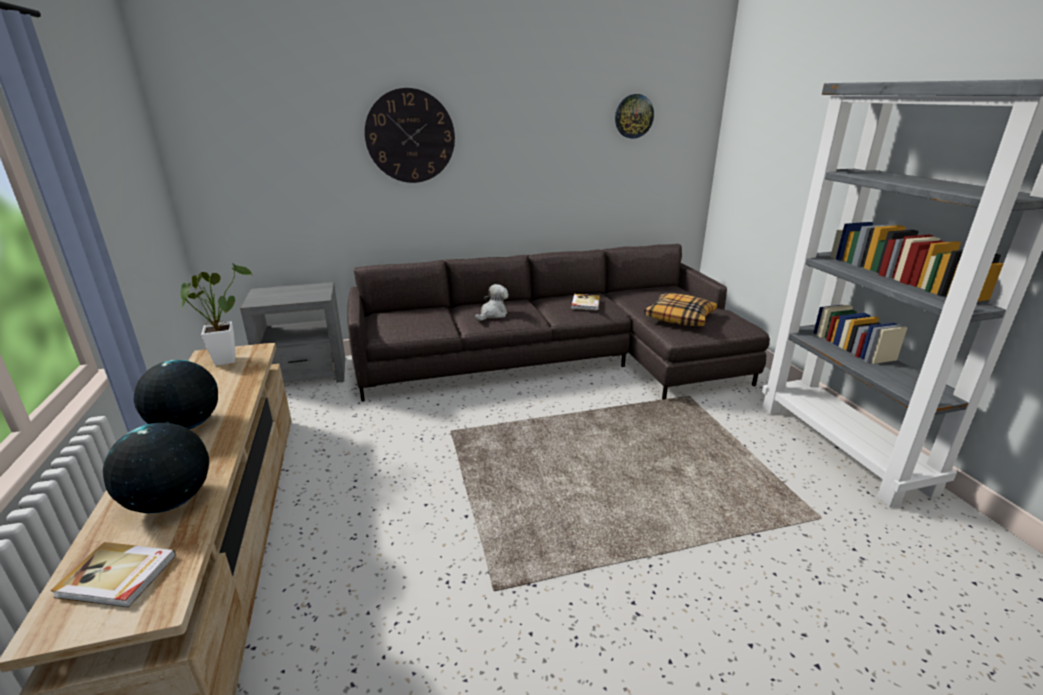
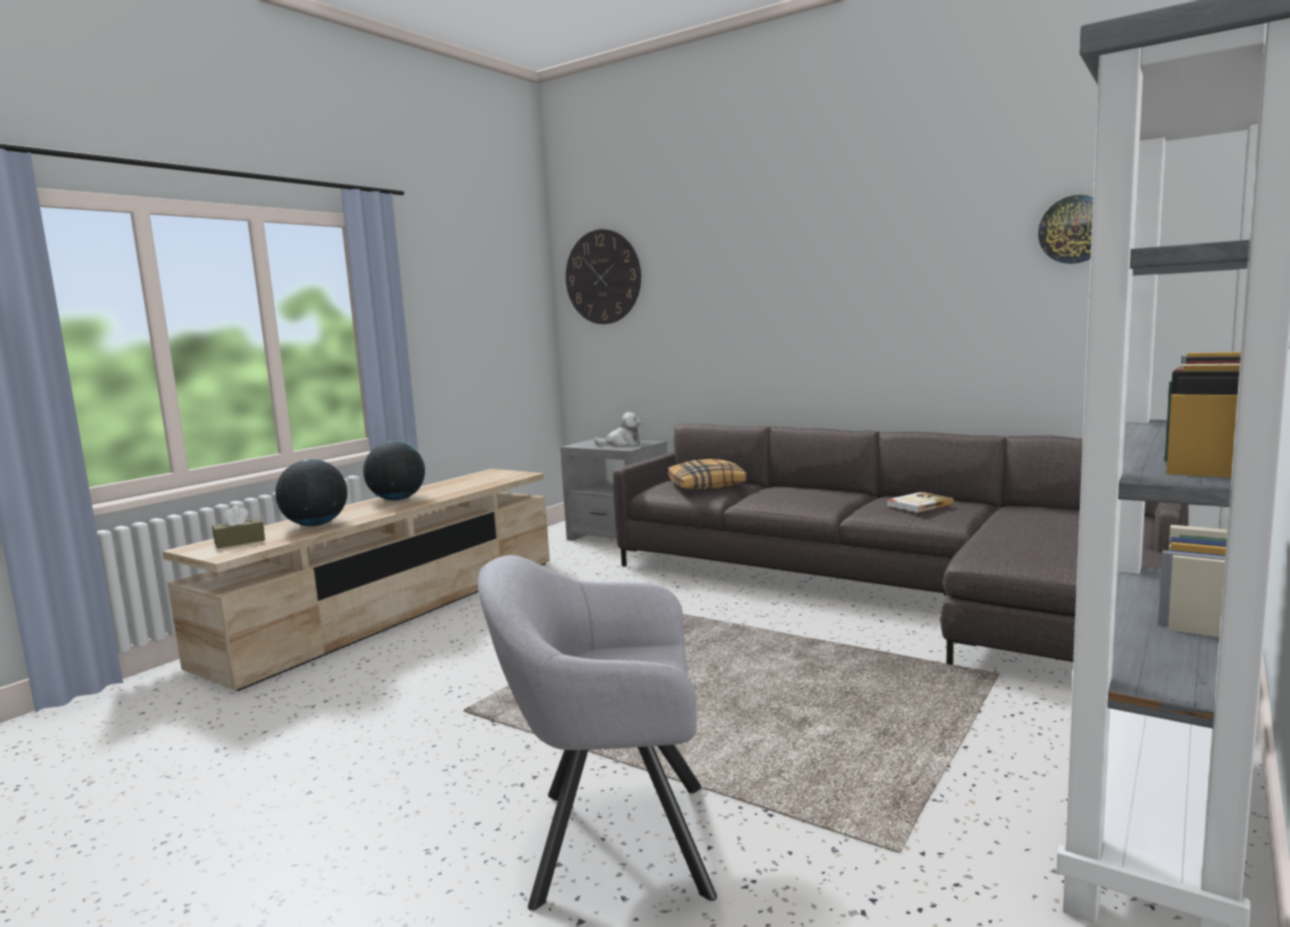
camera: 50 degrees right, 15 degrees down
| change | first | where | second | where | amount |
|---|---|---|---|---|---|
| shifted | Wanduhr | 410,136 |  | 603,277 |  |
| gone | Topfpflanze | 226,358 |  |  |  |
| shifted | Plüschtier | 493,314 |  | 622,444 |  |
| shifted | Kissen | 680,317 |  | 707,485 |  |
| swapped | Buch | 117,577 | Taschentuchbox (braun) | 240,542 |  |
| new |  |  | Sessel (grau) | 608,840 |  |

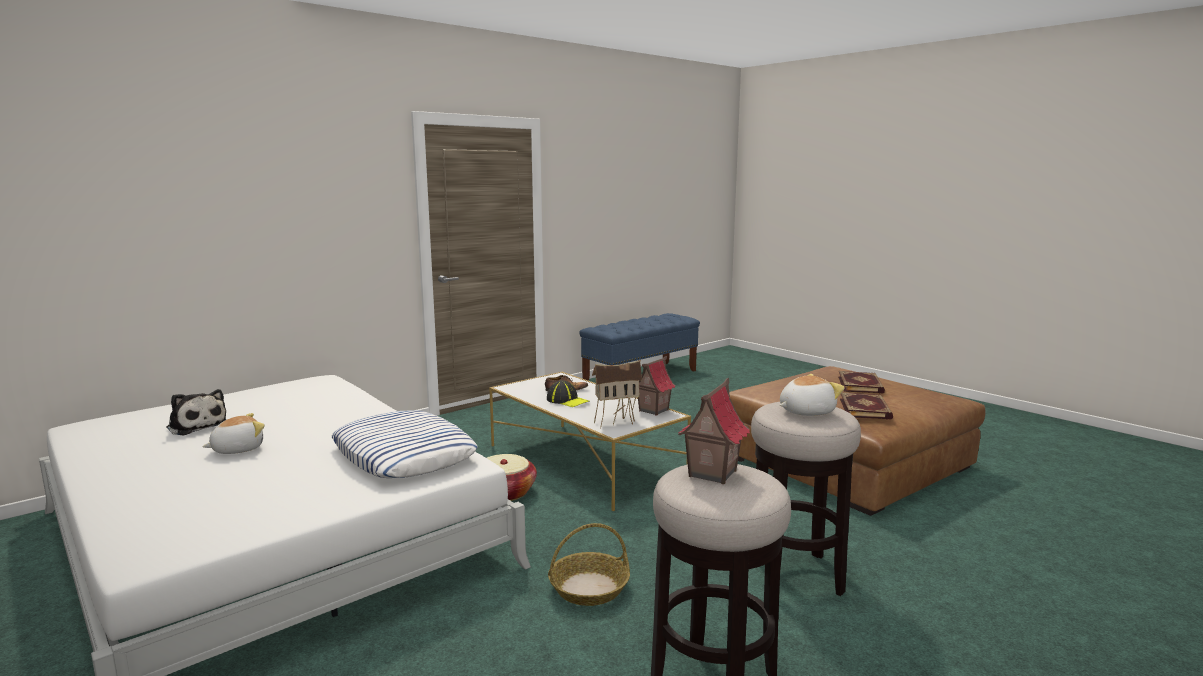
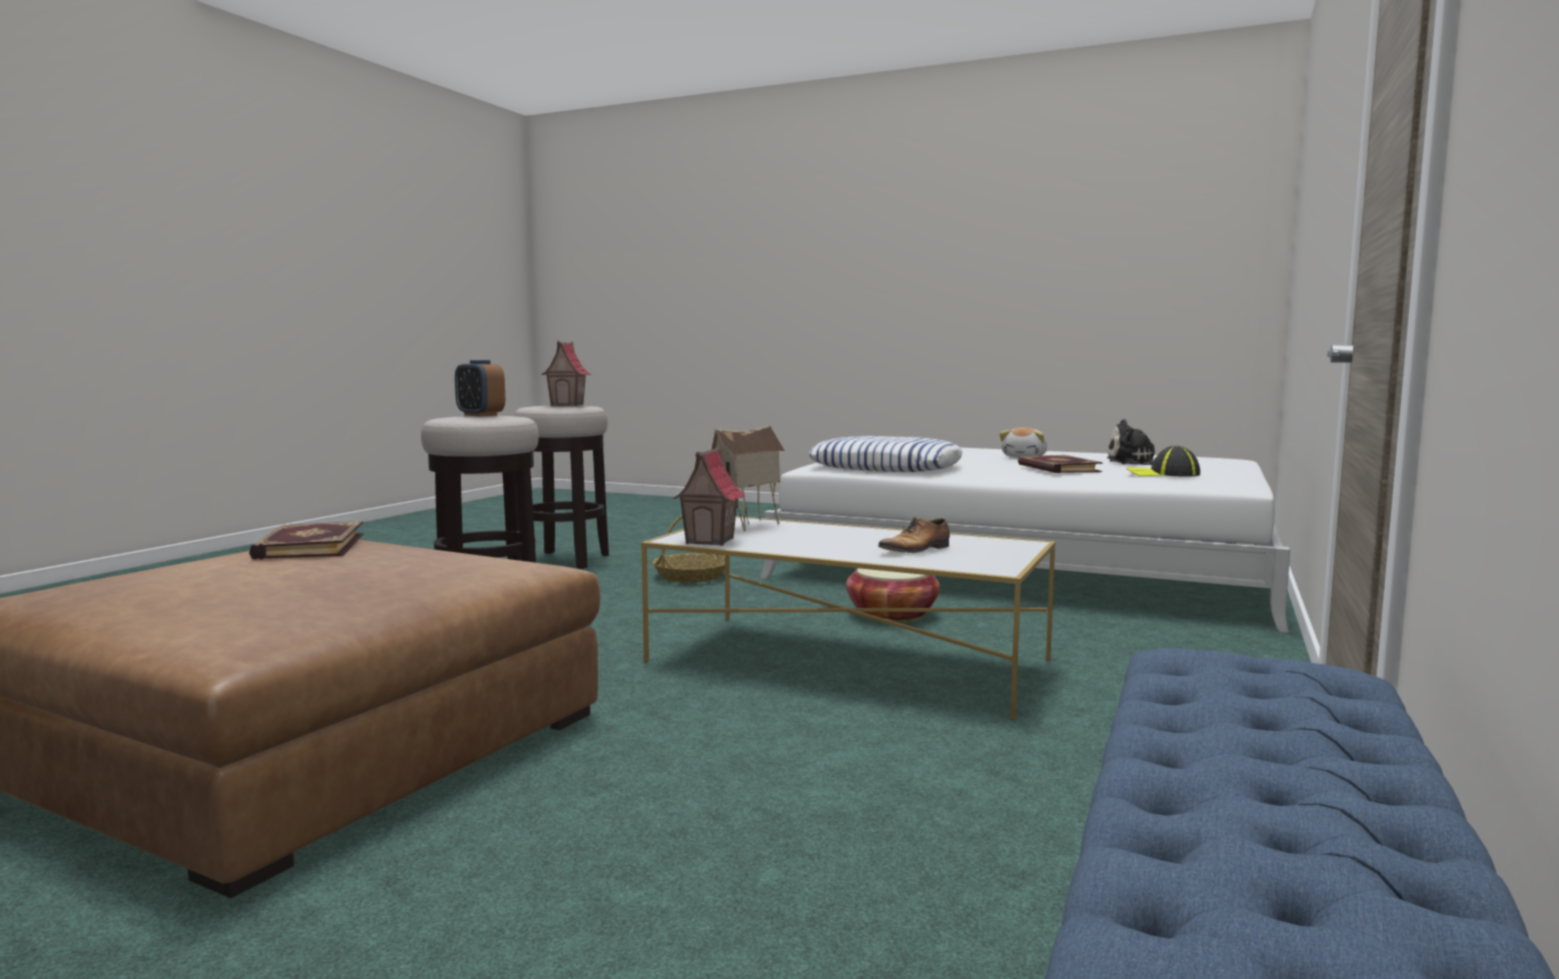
camera: 155 degrees right, 5 degrees down
| change | first | where | second | where | amount |
|---|---|---|---|---|---|
| shifted | Buch | 861,385 |  | 1057,468 |  |
| swapped | Plüschtier | 805,411 | Wecker | 480,415 |  |
| shifted | Kappe | 568,401 |  | 1163,474 |  |

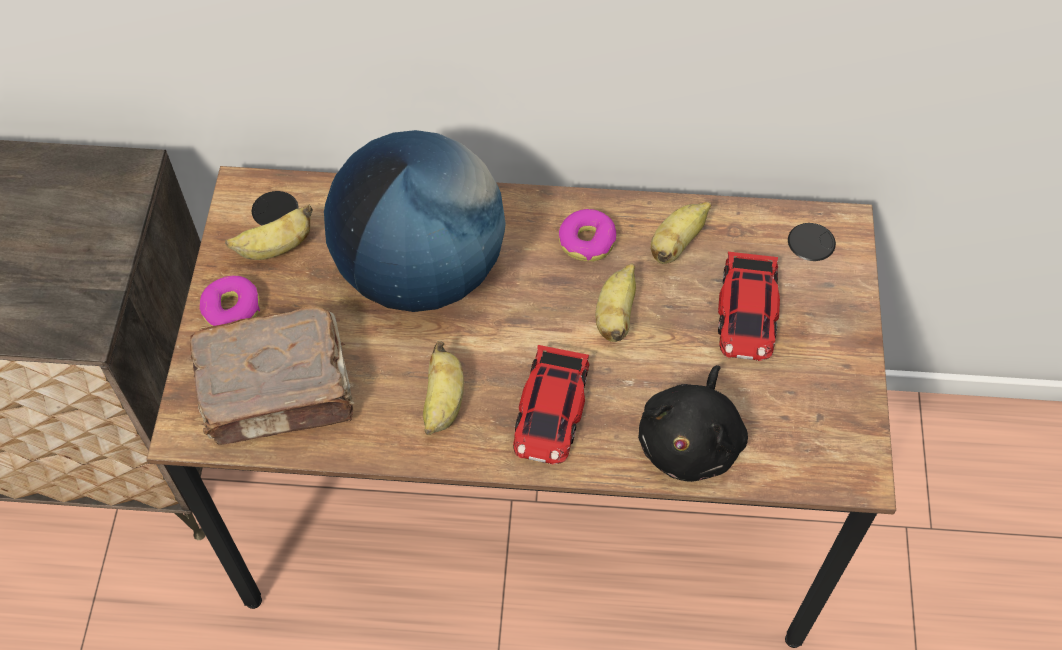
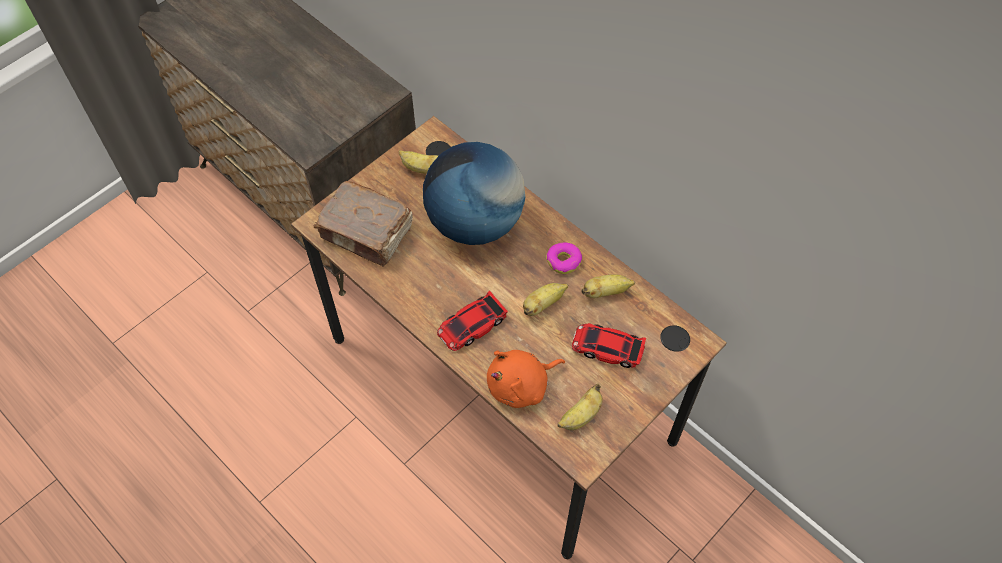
camera: 40 degrees right, 0 degrees up
| change | first | where | second | where | amount |
|---|---|---|---|---|---|
| rotated | Spielzeugauto | 747,312 |  | 607,348 | 60 degrees clockwise |
| gone | Donut | 231,309 |  |  |  |
| shifted | Banane | 443,403 |  | 580,416 |  |
| repainted | Plüschtier (schwarz) | 691,440 | Plüschtier (orange) | 521,385 |  |

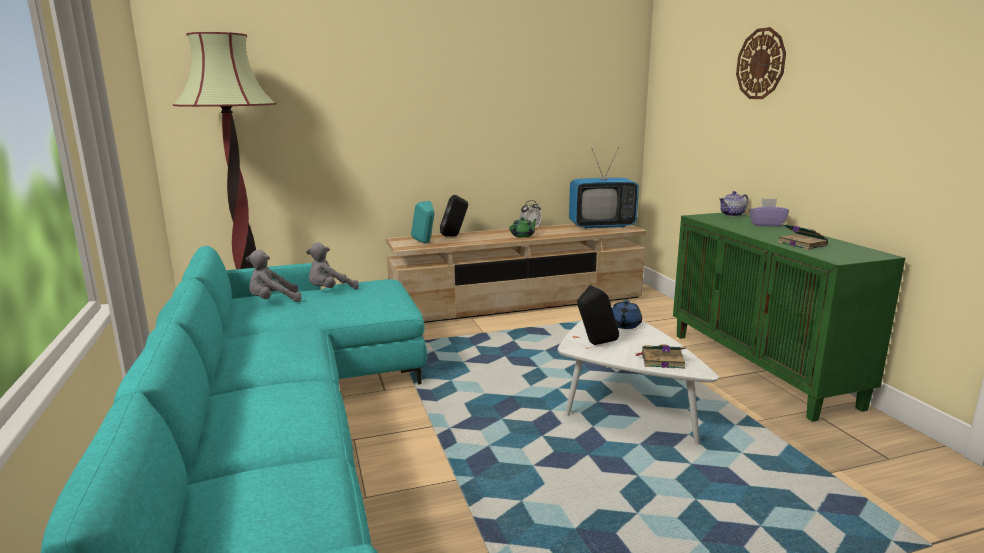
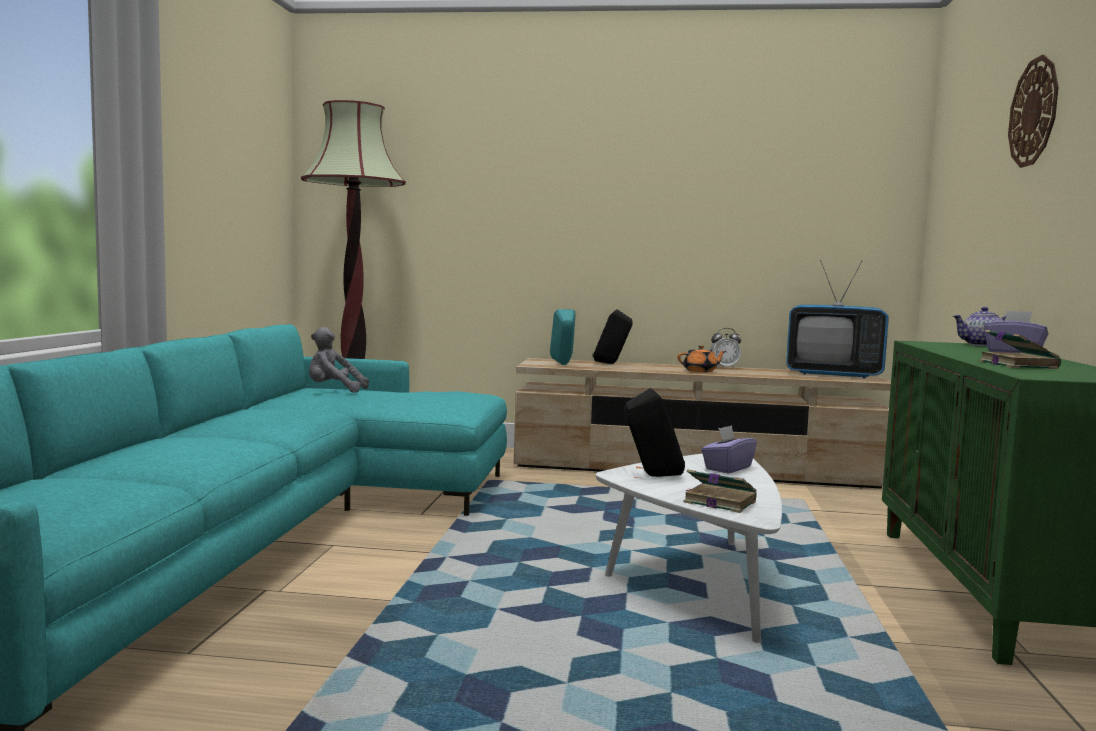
camera: 25 degrees right, 10 degrees down
| change | first | where | second | where | amount |
|---|---|---|---|---|---|
| repainted | Teekanne (grün) | 523,235 | Teekanne (orange) | 700,371 |  |
| gone | Plüschtier (grau) | 330,291 |  |  |  |
| swapped | Teekanne (blau) | 624,325 | Taschentuchbox (lila) | 727,468 |  |

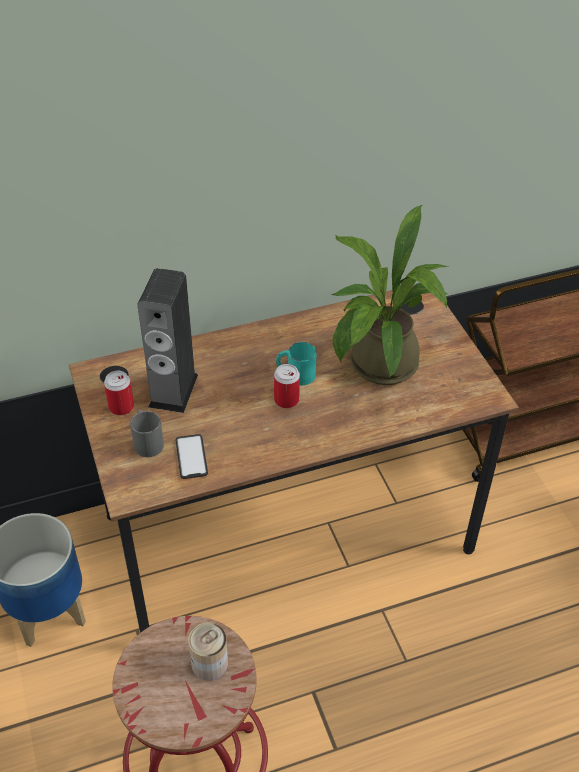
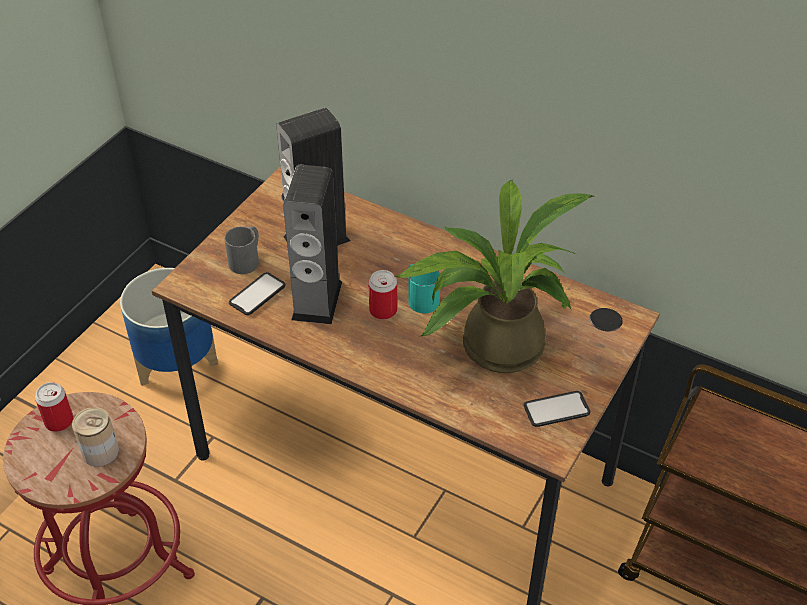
camera: 50 degrees right, 0 degrees up
| change | first | where | second | where | amount |
|---|---|---|---|---|---|
| shifted | Dose | 121,407 |  | 59,421 |  |
| new |  |  | Lautsprecher | 317,300 |  |
| new |  |  | Handy | 556,409 |  |

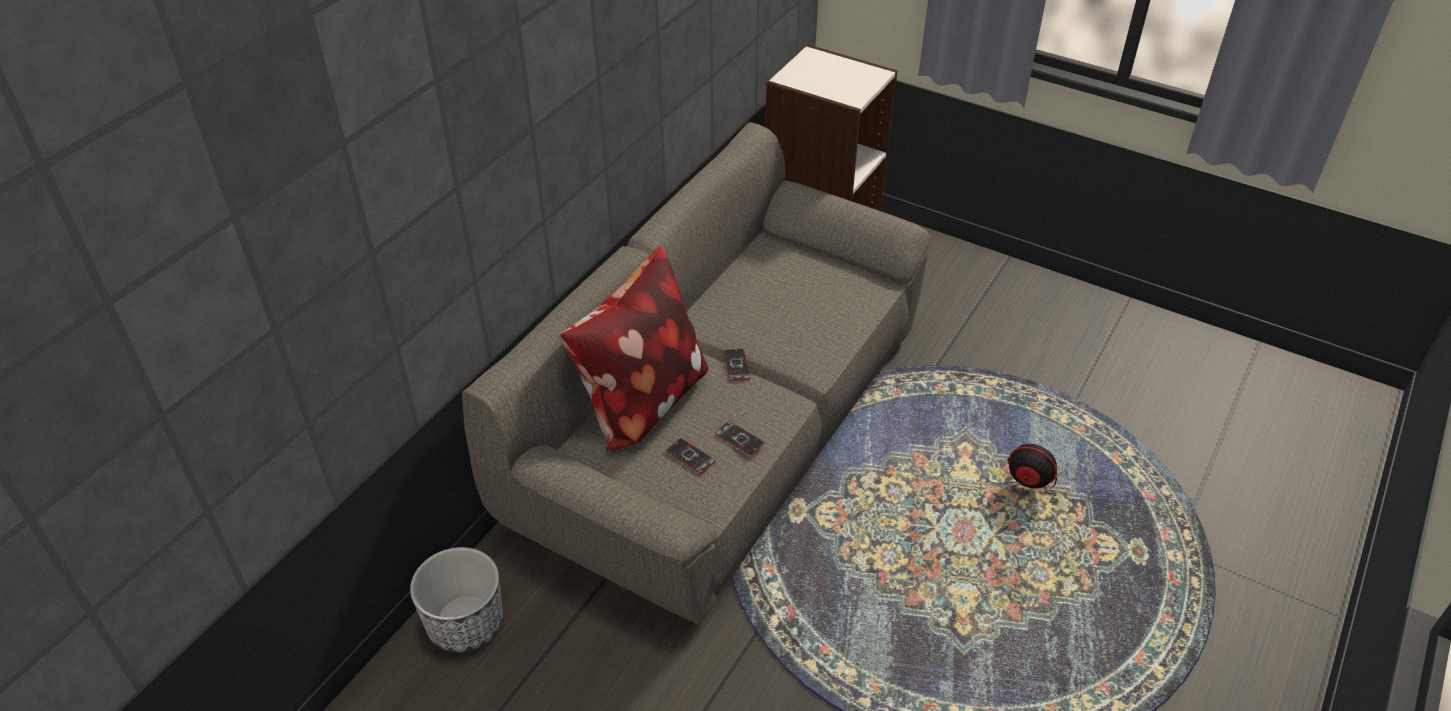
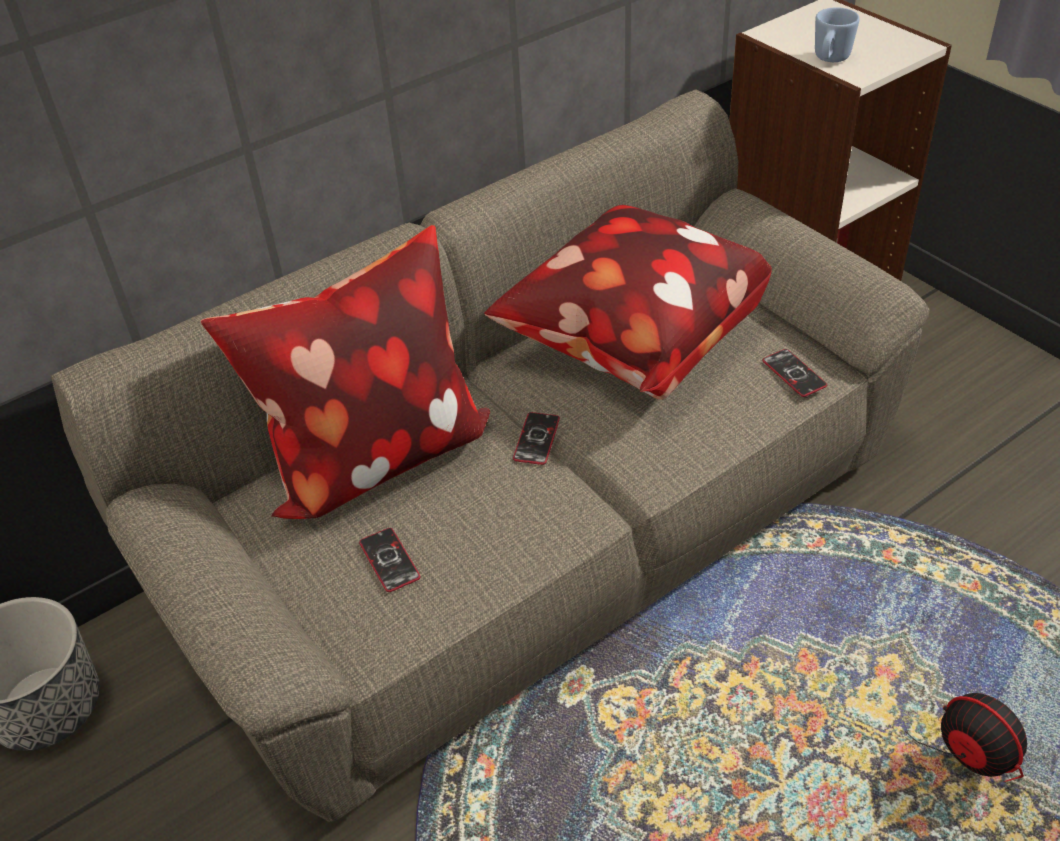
camera: 25 degrees right, 0 degrees up
| change | first | where | second | where | amount |
|---|---|---|---|---|---|
| shifted | Handy | 739,439 |  | 794,374 |  |
| new |  |  | Henkelbecher (blau) | 830,60 |  |
| new |  |  | Kissen | 629,344 |  |

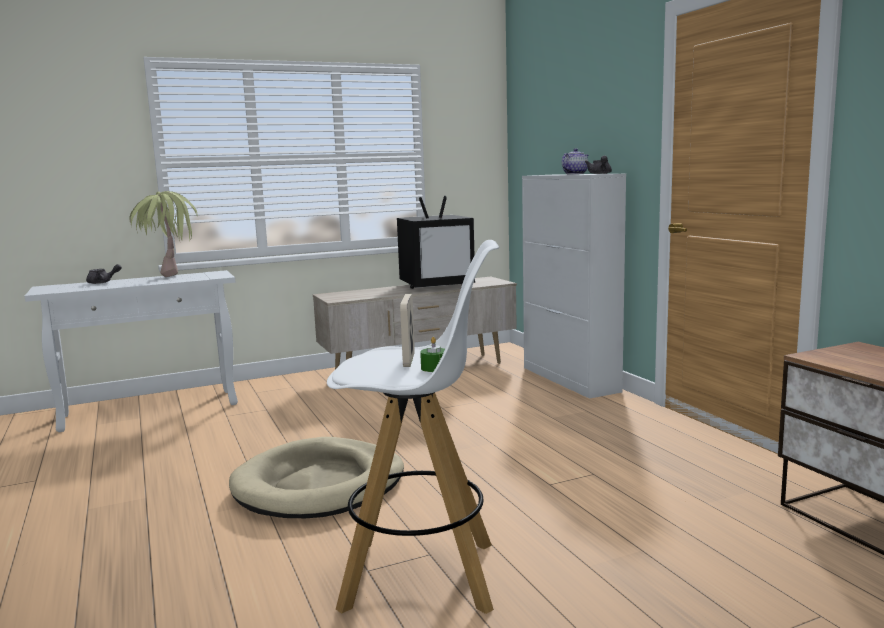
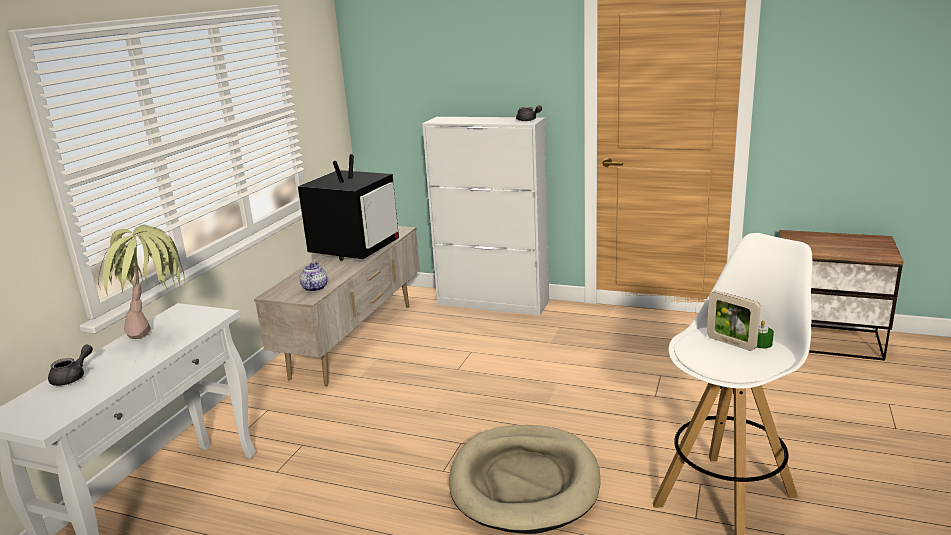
camera: 45 degrees left, 10 degrees up
| change | first | where | second | where | amount |
|---|---|---|---|---|---|
| shifted | Teekanne | 575,174 |  | 314,288 |  |

